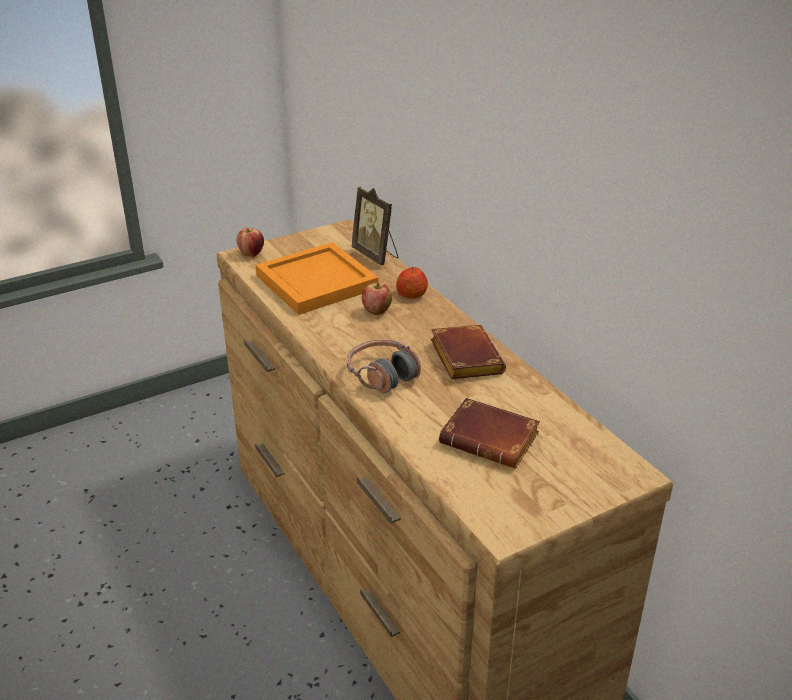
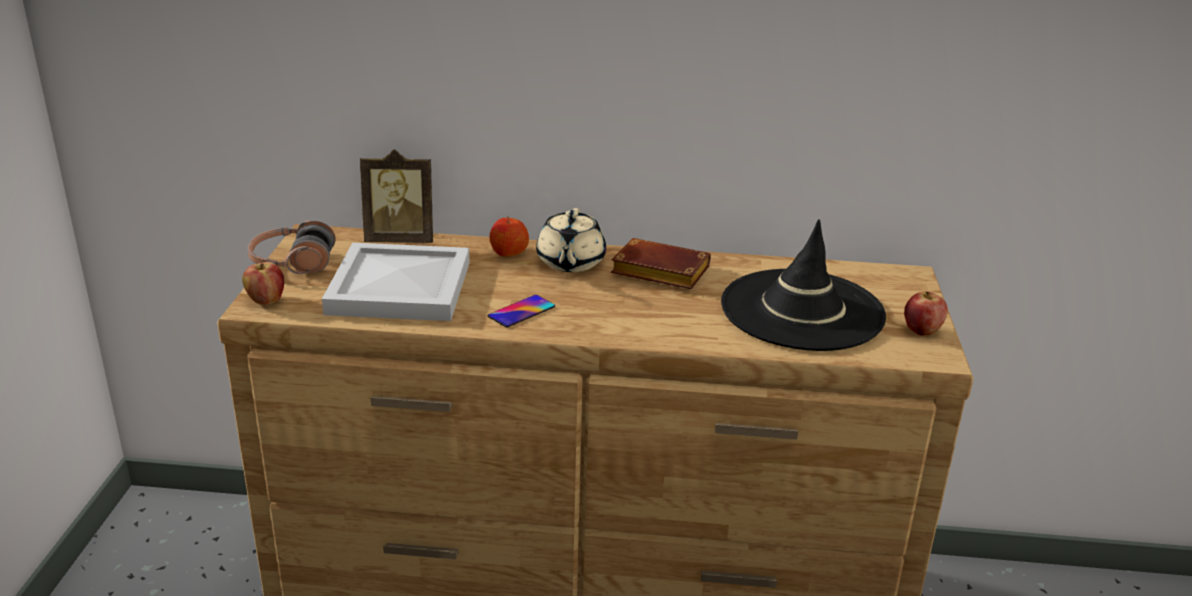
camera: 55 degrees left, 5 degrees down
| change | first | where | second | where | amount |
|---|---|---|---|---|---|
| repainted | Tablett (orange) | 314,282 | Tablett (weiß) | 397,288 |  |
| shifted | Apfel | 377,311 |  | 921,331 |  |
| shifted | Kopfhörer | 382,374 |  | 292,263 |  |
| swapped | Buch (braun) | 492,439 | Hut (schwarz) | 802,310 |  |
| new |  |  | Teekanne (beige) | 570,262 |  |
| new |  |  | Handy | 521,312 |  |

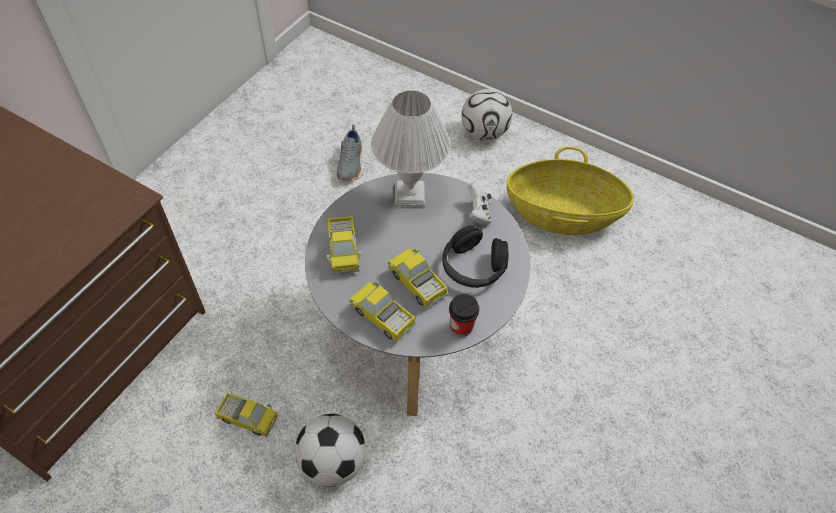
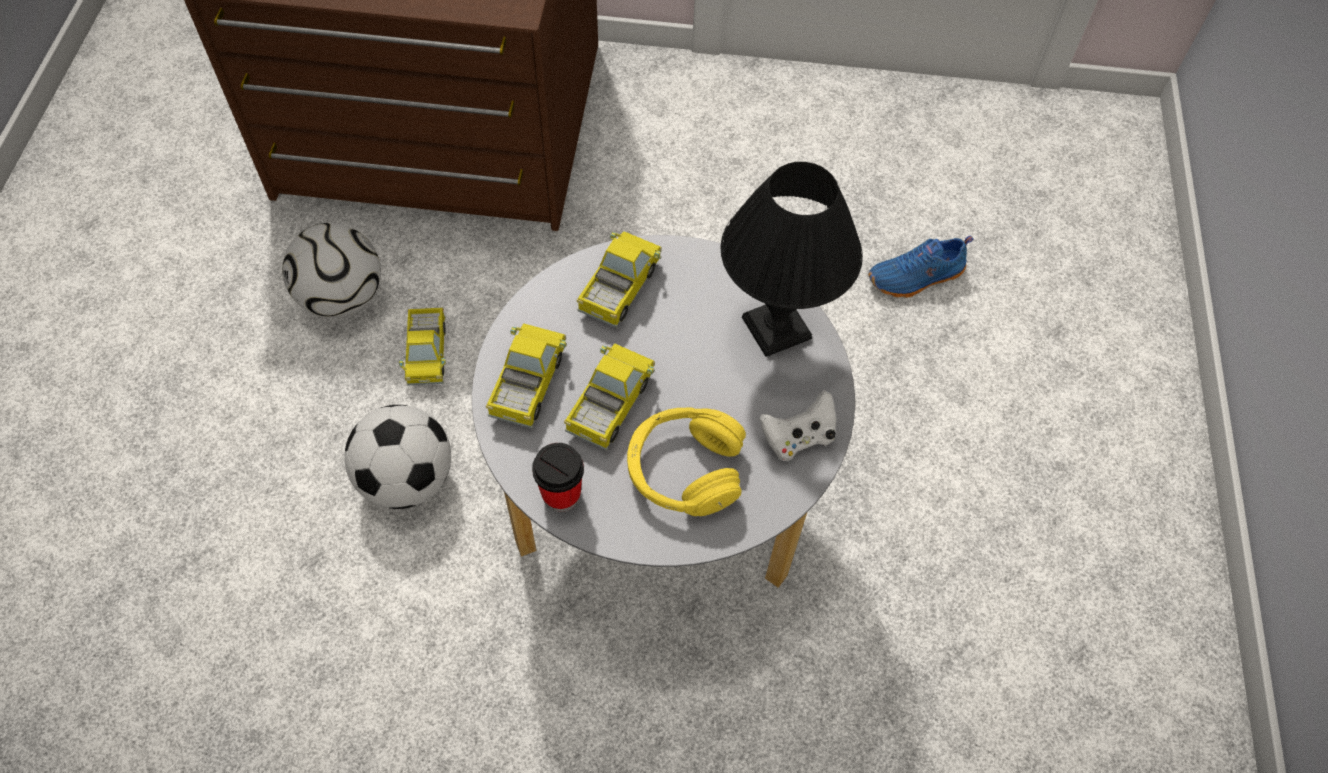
camera: 65 degrees right, 5 degrees up
| change | first | where | second | where | amount |
|---|---|---|---|---|---|
| shifted | Fußball | 484,133 |  | 343,298 |  |
| repainted | Tischlampe (weiß) | 410,195 | Tischlampe (schwarz) | 775,329 |  |
| repainted | Schuh (grau) | 351,163 | Schuh (blau) | 916,278 |  |
| gone | Korb | 562,214 |  |  |  |
| rotated | Spielzeuglaster | 343,250 |  | 620,288 | 150 degrees clockwise |
| repainted | Kopfhörer (schwarz) | 473,266 | Kopfhörer (gelb) | 684,469 |  |

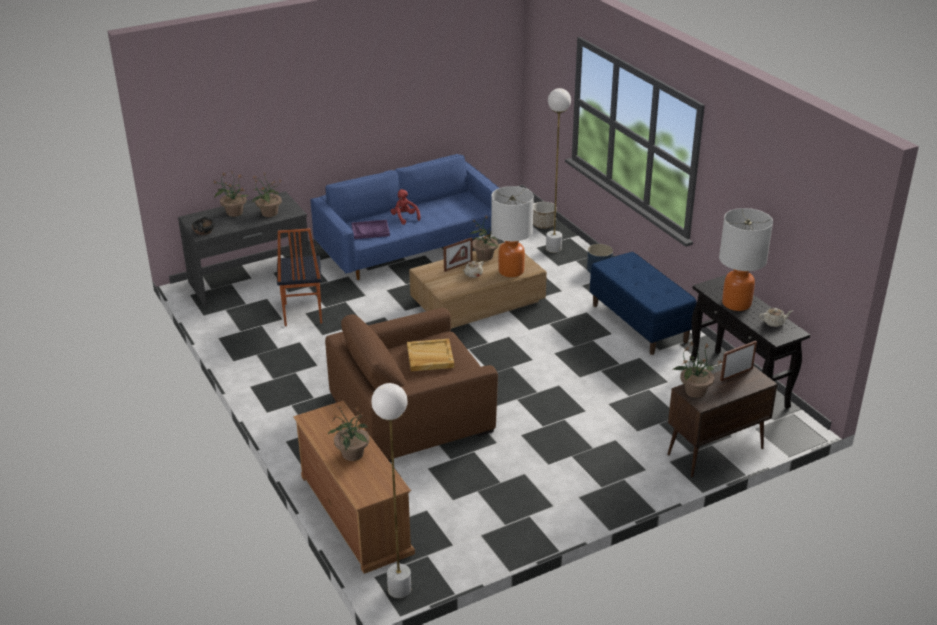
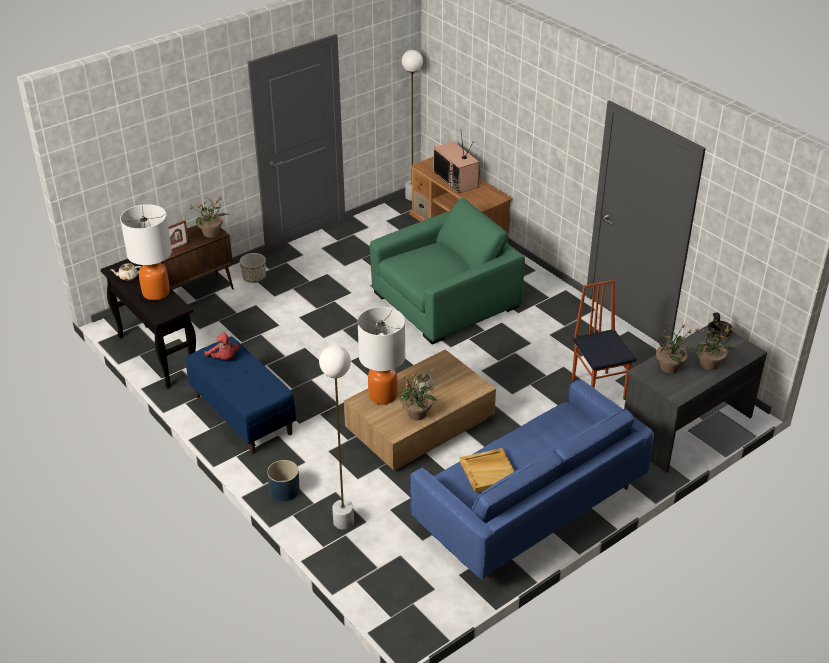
camera: 170 degrees right, 5 degrees up
| change | first | where | second | where | amount |
|---|---|---|---|---|---|
| shifted | Plüschtier (rot) | 404,218 |  | 223,358 |  |
| shifted | Pflanzkübel | 543,225 |  | 254,277 |  |
| gone | Tablett (lila) | 370,230 |  |  |  |
| gone | Bilderrahmen | 458,266 |  |  |  |
| repainted | Sessel (braun) | 412,413 | Sessel (grün) | 445,300 |  |
| shifted | Tablett (beige) | 430,357 |  | 489,471 |  |
| swapped | Topfpflanze | 352,454 | Fernseher | 457,179 |  |

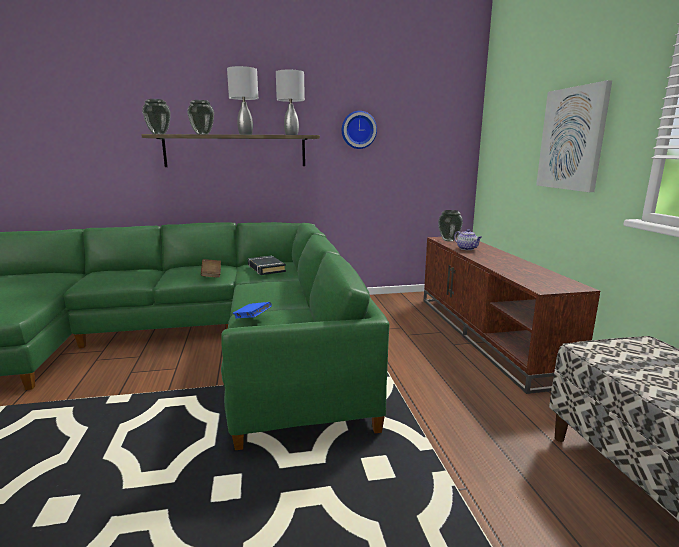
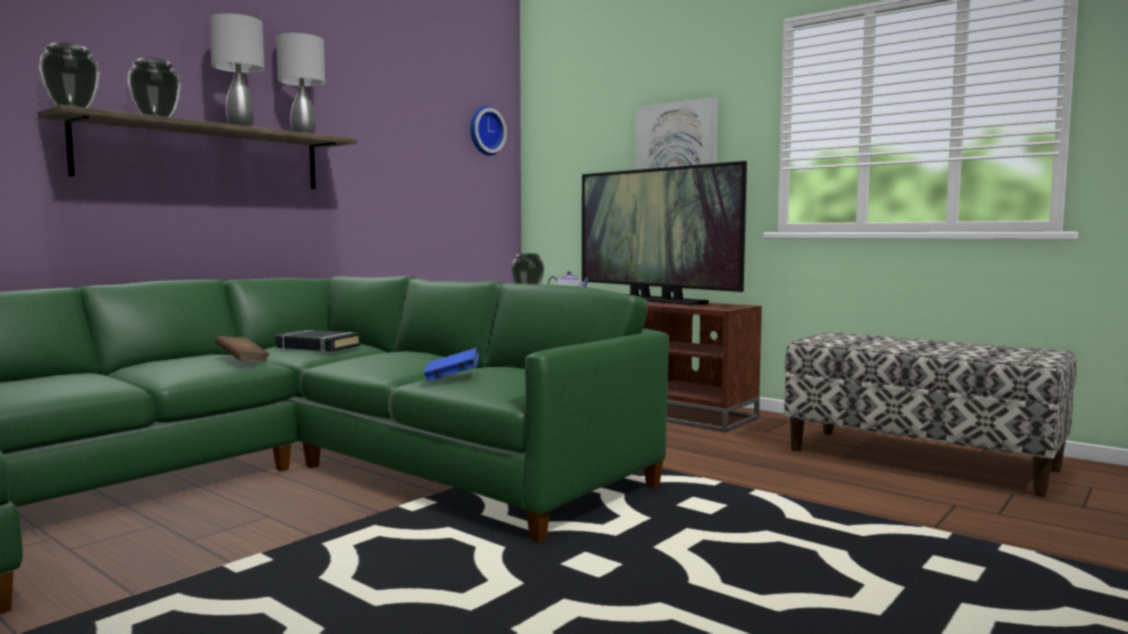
camera: 40 degrees left, 10 degrees down
| change | first | where | second | where | amount |
|---|---|---|---|---|---|
| shifted | Wanduhr | 358,130 |  | 484,131 |  |
| new |  |  | Fernseher | 656,300 |  |

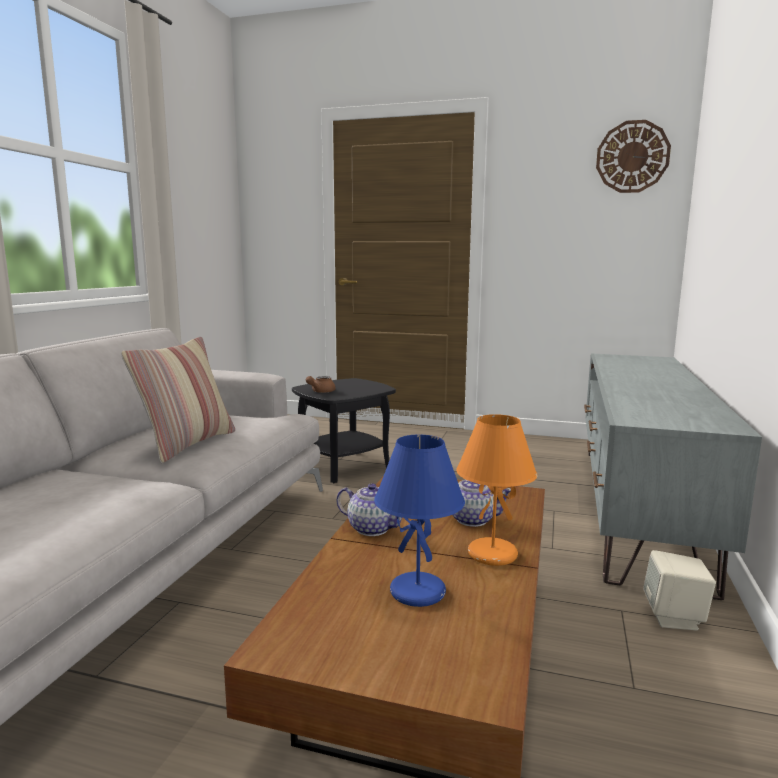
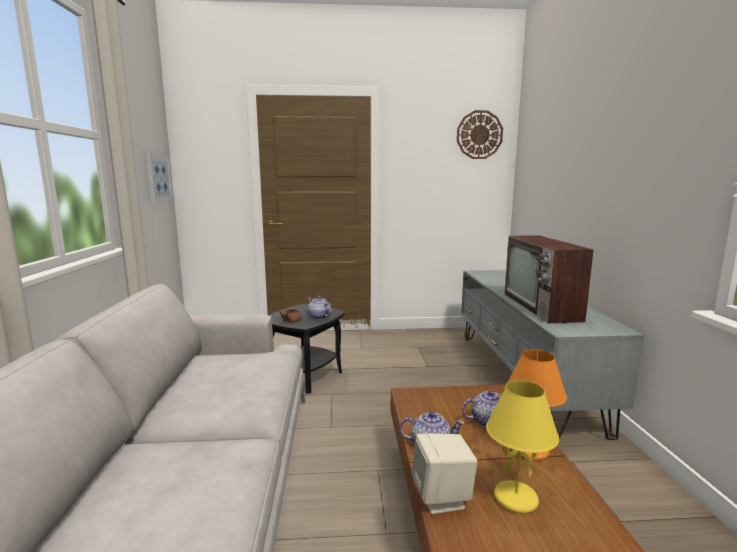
camera: 20 degrees left, 0 degrees up
| change | first | where | second | where | amount |
|---|---|---|---|---|---|
| gone | Kissen | 187,444 |  |  |  |
| repainted | Tischlampe (blau) | 419,592 | Tischlampe (gelb) | 516,498 |  |
| shifted | Lautsprecher (beige) | 674,617 |  | 442,497 |  |
| new |  |  | Bild | 158,178 |  |
| new |  |  | Fernseher | 542,307 |  |
| new |  |  | Teekanne | 319,317 |  |

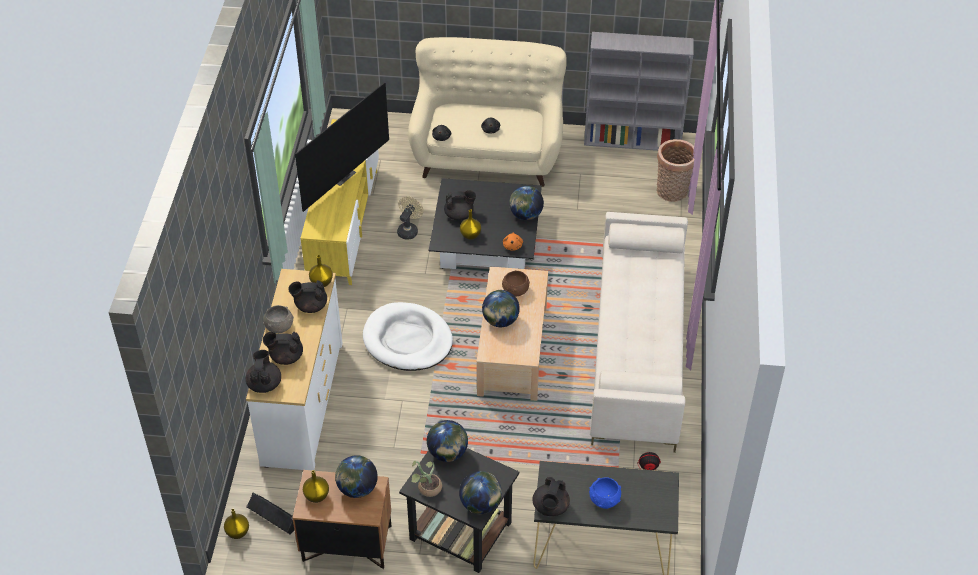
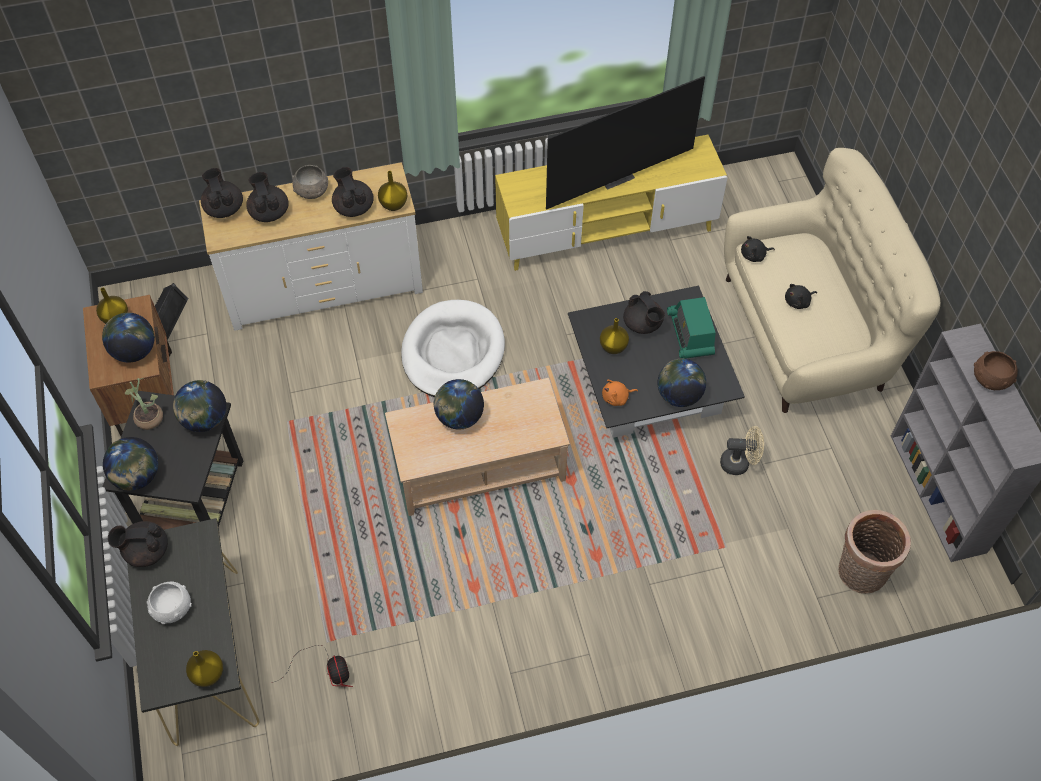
camera: 70 degrees right, 10 degrees up
| change | first | where | second | where | amount |
|---|---|---|---|---|---|
| rotated | Fernseher | 342,175 |  | 616,176 | 45 degrees counterclockwise |
| shifted | Ventilator (beige) | 409,230 |  | 739,463 |  |
| gone | Sofa (beige) | 638,352 |  |  |  |
| shifted | Schüssel (braun) | 515,290 |  | 990,379 |  |
| rotated | Teekanne (schwarz) | 264,384 |  | 224,208 | 90 degrees counterclockwise |
| repainted | Schüssel (blau) | 604,500 | Schüssel (weiß) | 172,608 |  |
| shifted | Vase (gelb) | 237,533 |  | 207,674 |  |
| new |  |  | Radio | 690,334 |  |

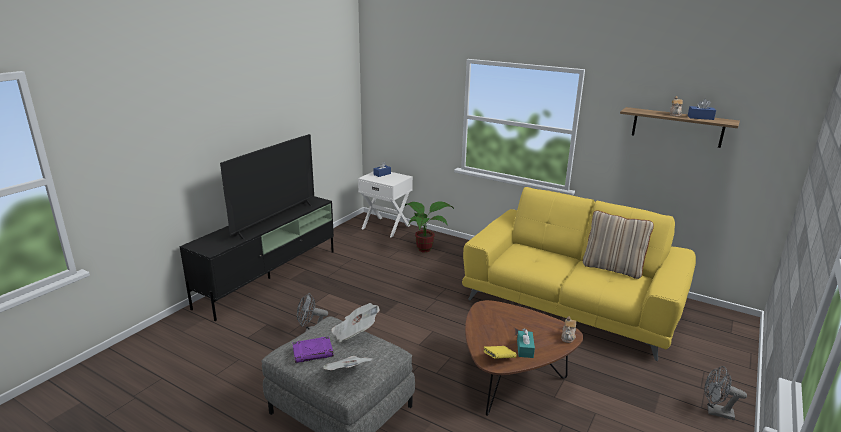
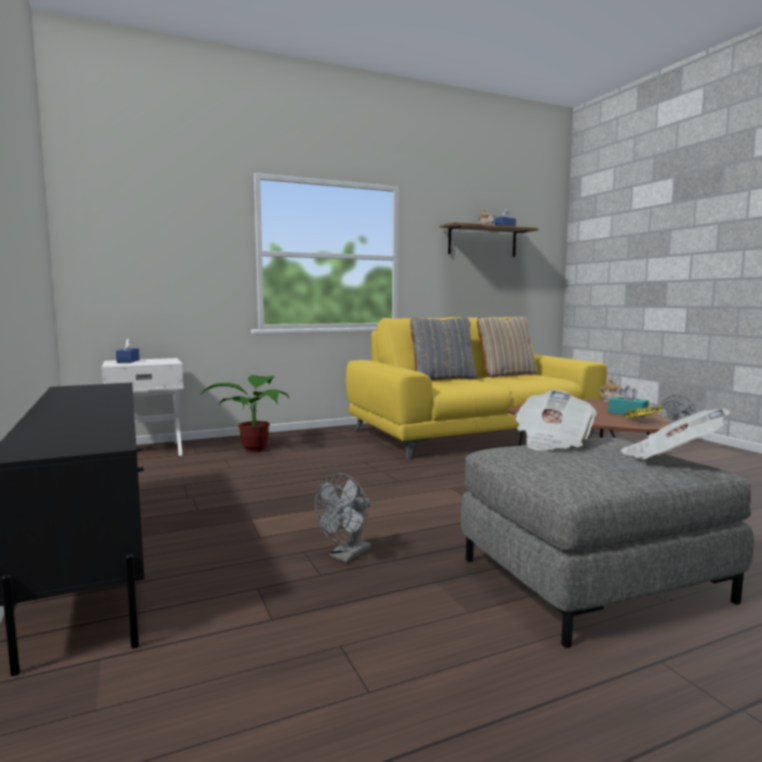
camera: 55 degrees left, 15 degrees down
| change | first | where | second | where | amount |
|---|---|---|---|---|---|
| gone | Fernseher | 275,220 |  |  |  |
| gone | Buch (lila) | 313,352 |  |  |  |
| new |  |  | Kissen (grau) | 443,379 |  |

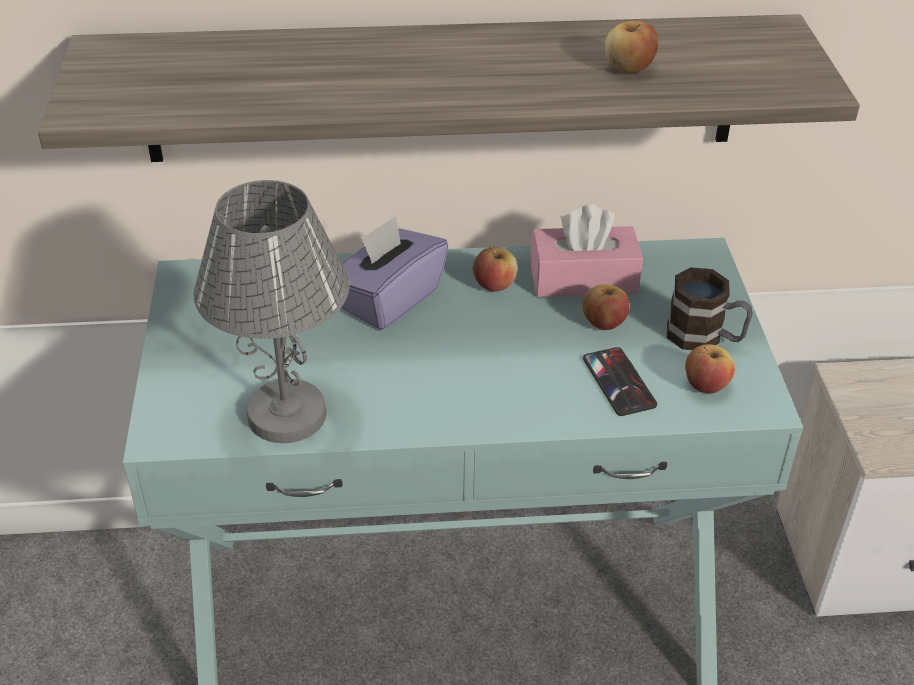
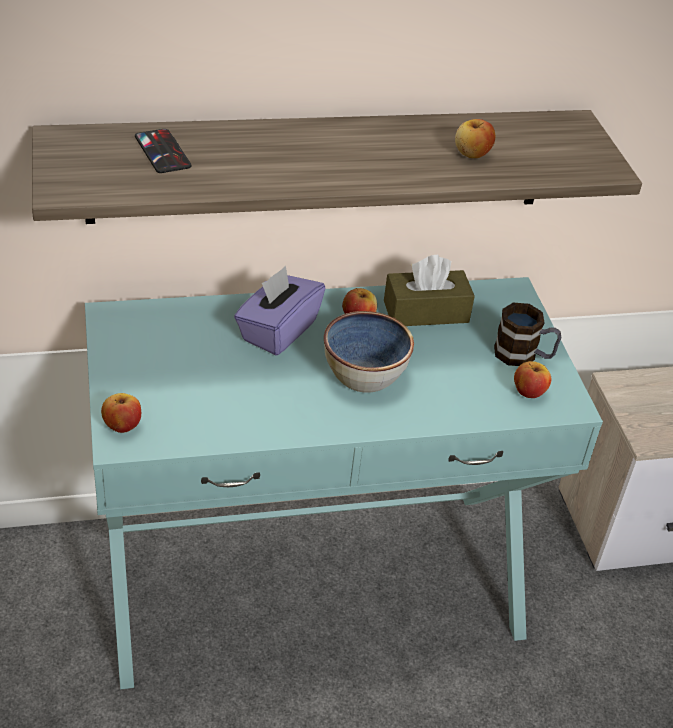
camera: 10 degrees left, 0 degrees up
| change | first | where | second | where | amount |
|---|---|---|---|---|---|
| gone | Tischlampe (grau) | 287,416 |  |  |  |
| repainted | Taschentuchbox (rosa) | 583,279 | Taschentuchbox (braun) | 426,312 |  |
| shifted | Apfel | 603,323 |  | 122,425 |  |
| shifted | Handy | 619,382 |  | 162,152 |  |
| new |  |  | Schüssel | 365,374 |  |

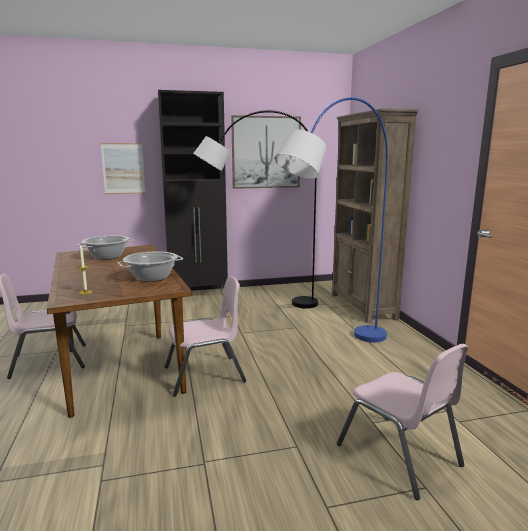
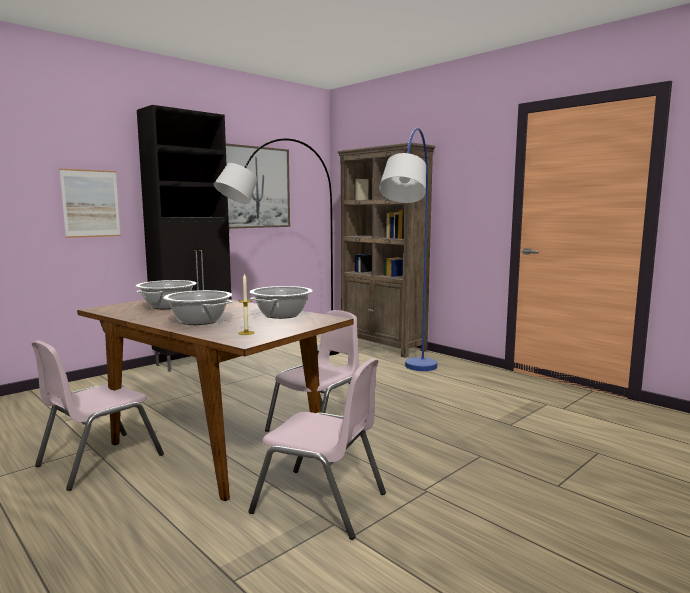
camera: 30 degrees left, 5 degrees down
| change | first | where | second | where | amount |
|---|---|---|---|---|---|
| shifted | Stuhl (rosa) | 399,455 |  | 320,503 |  |
| new |  |  | Kochtopf | 199,321 |  |

